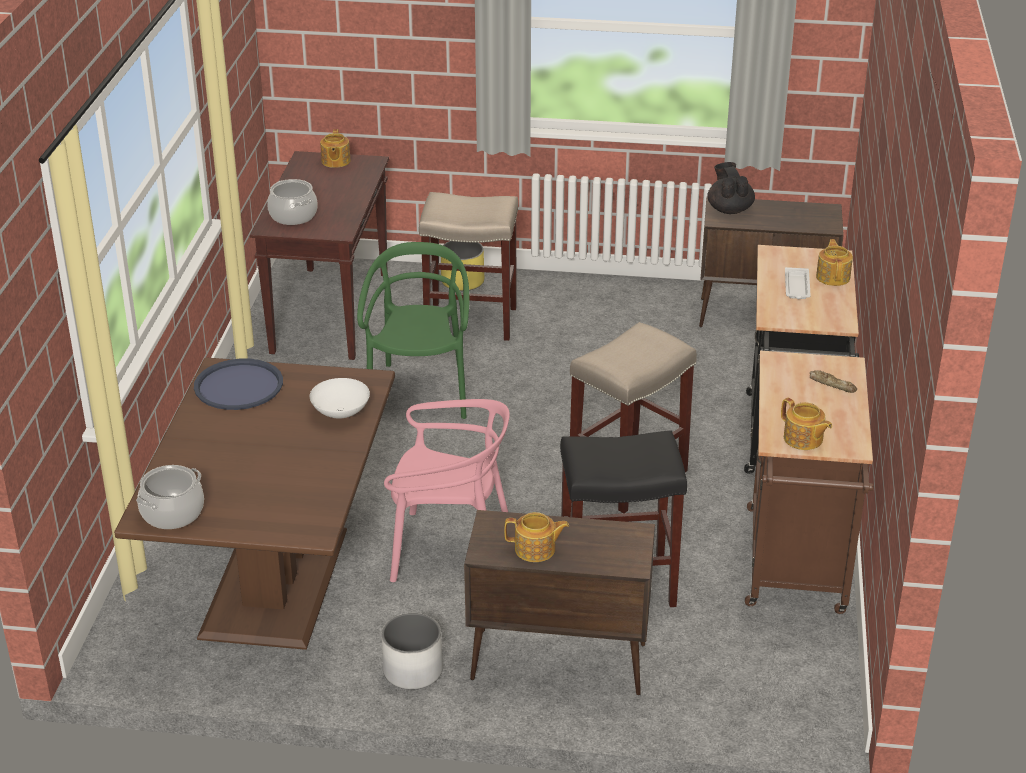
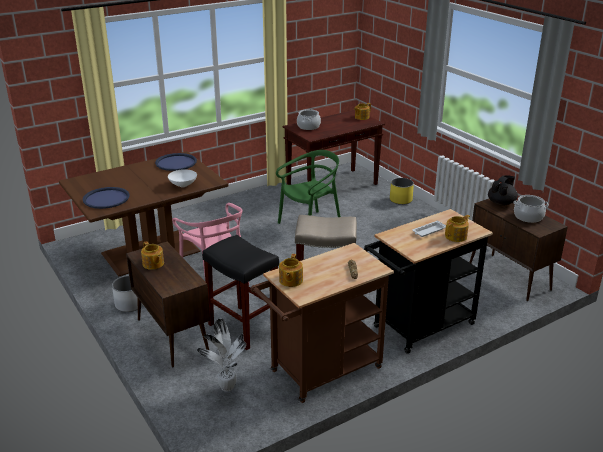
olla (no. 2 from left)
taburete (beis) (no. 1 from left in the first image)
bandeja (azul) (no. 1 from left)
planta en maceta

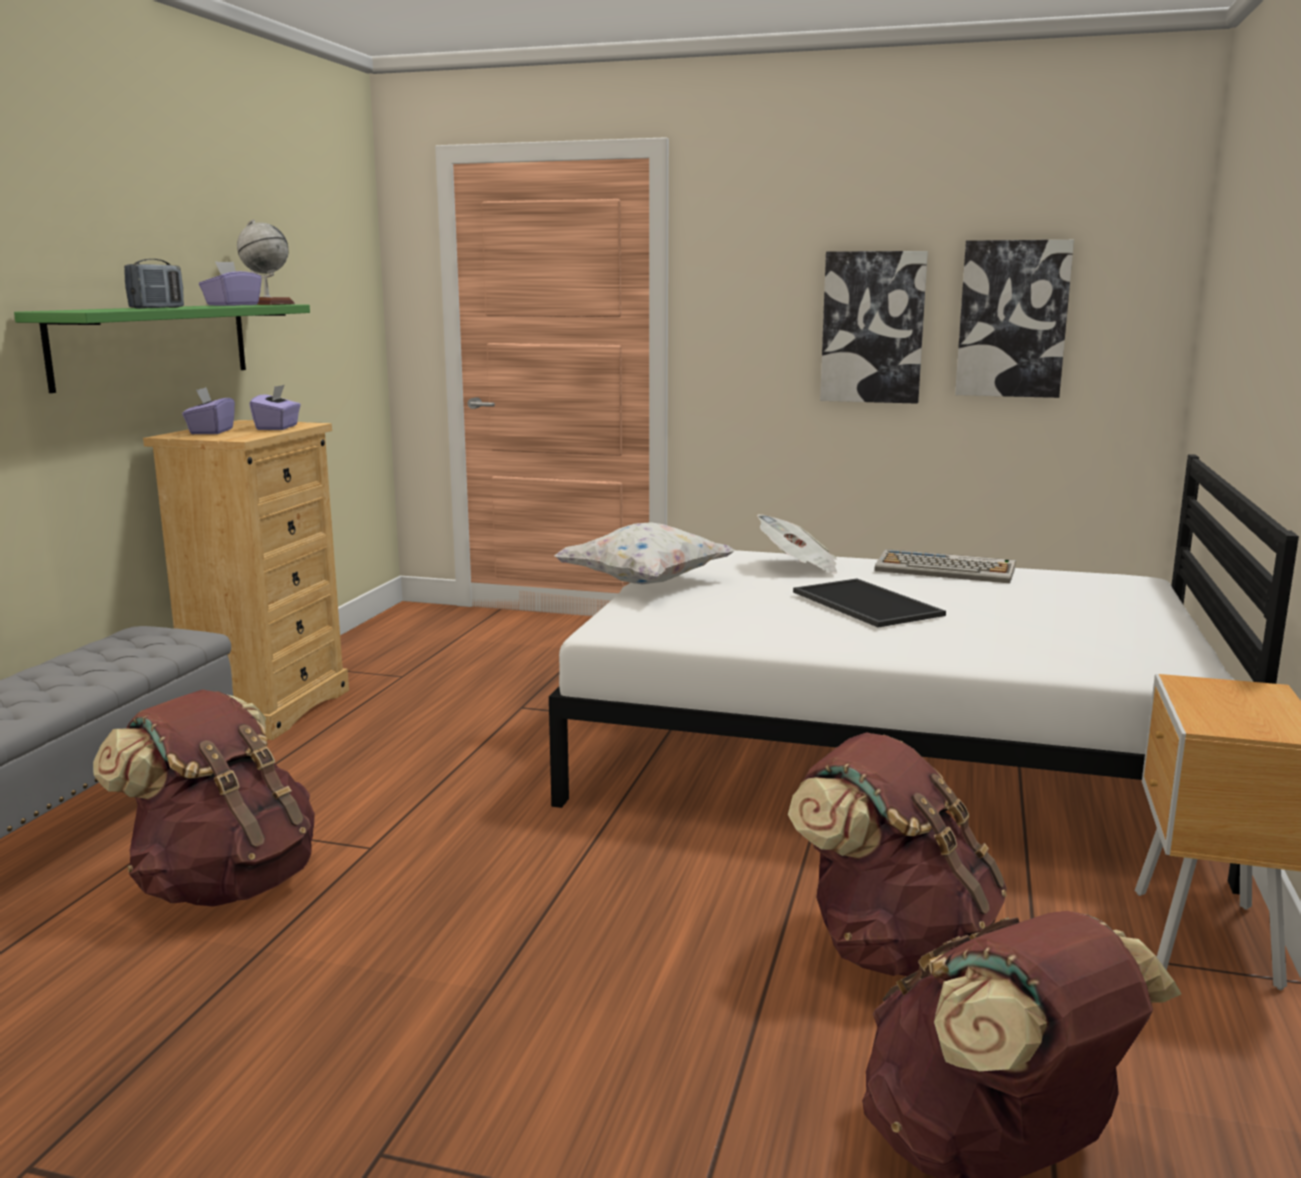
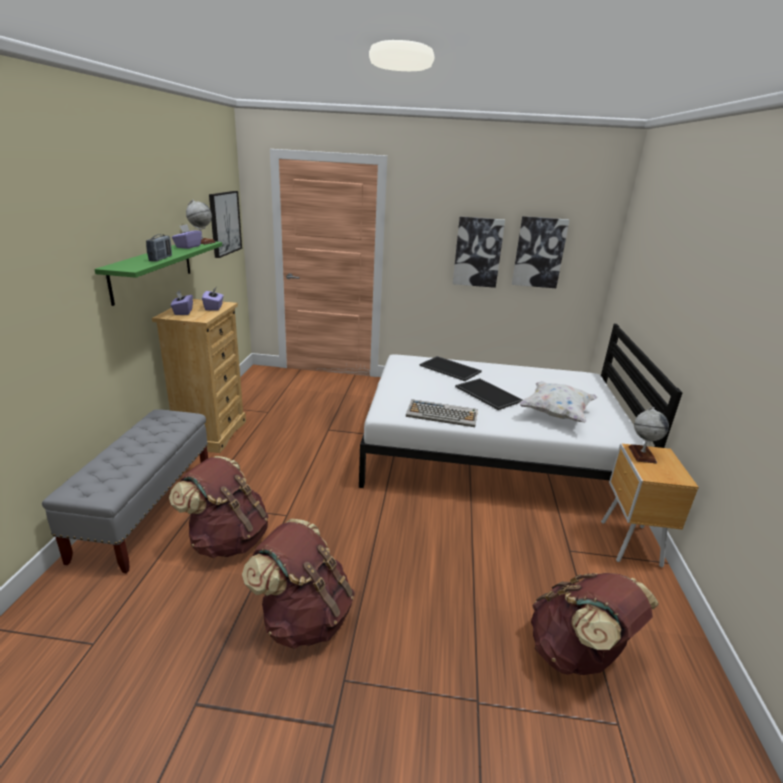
cojín (blanco)
bandeja (no. 1 from left)
mochila (marrón) (no. 2 from left)
teclado
cuadro (no. 1 from left)
globo terráqueo (no. 2 from left)

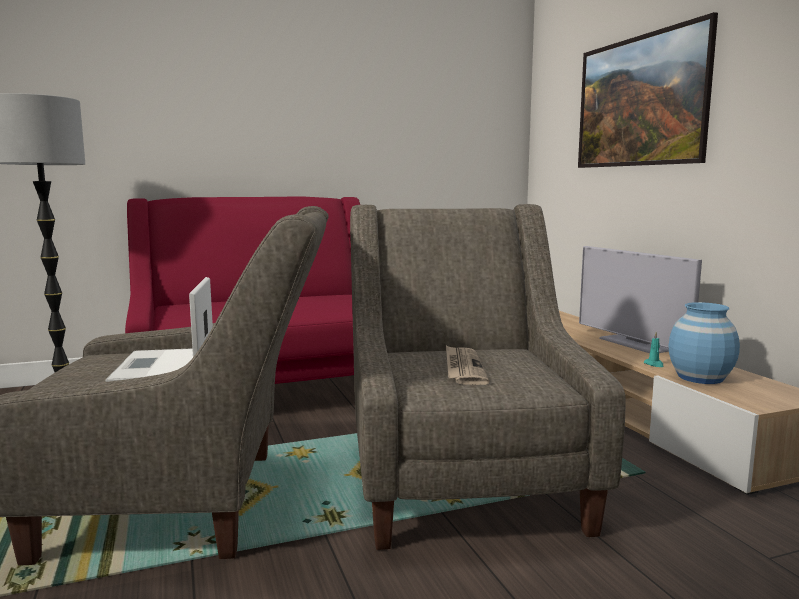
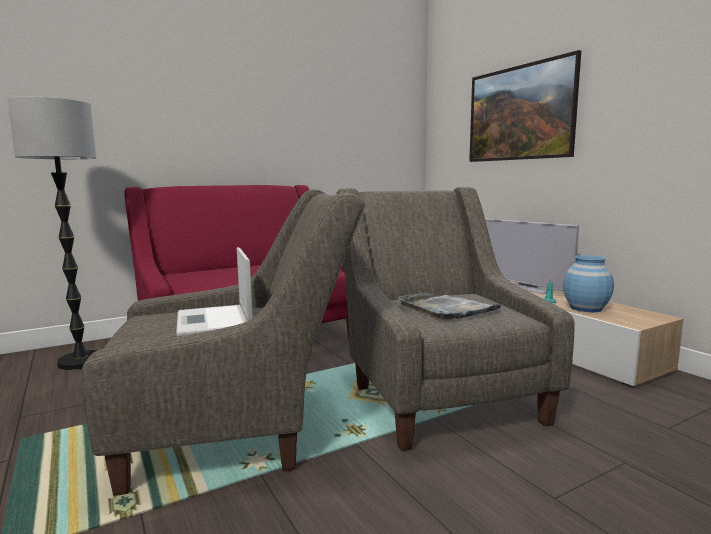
bandeja (gris)

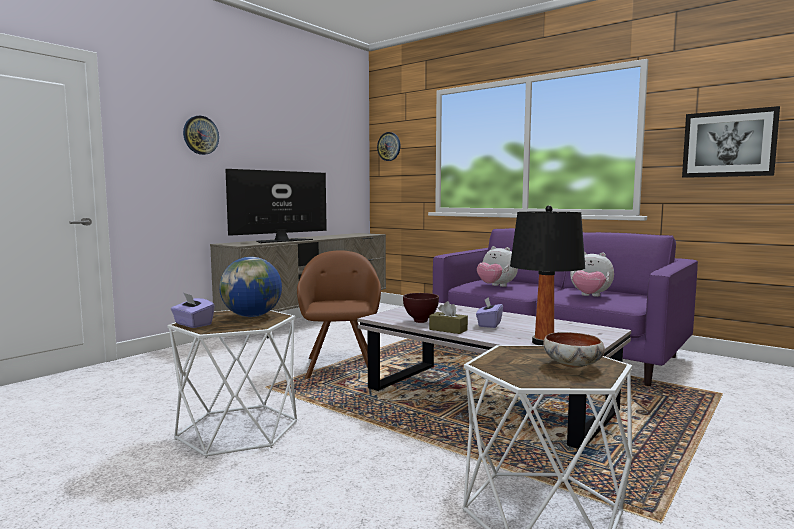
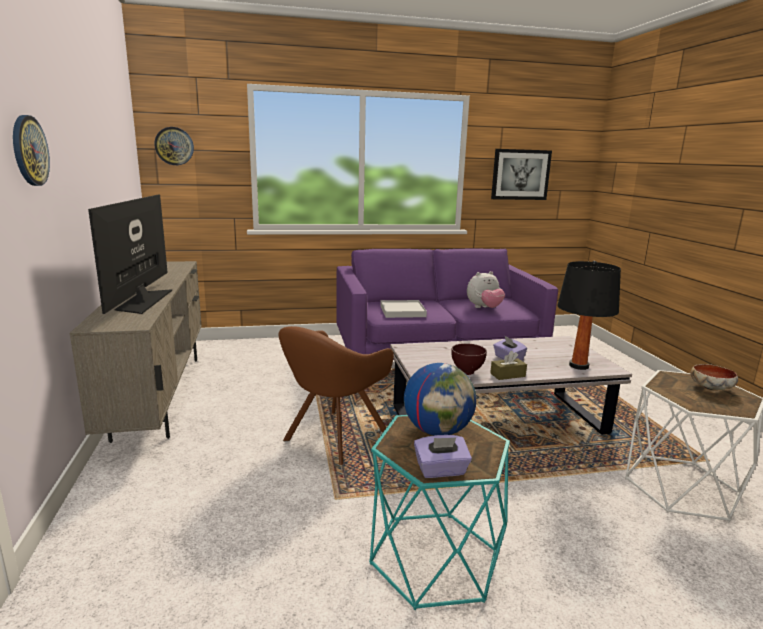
mesa auxiliar (turquesa)
sillón (marrón)
bandeja (blanco)

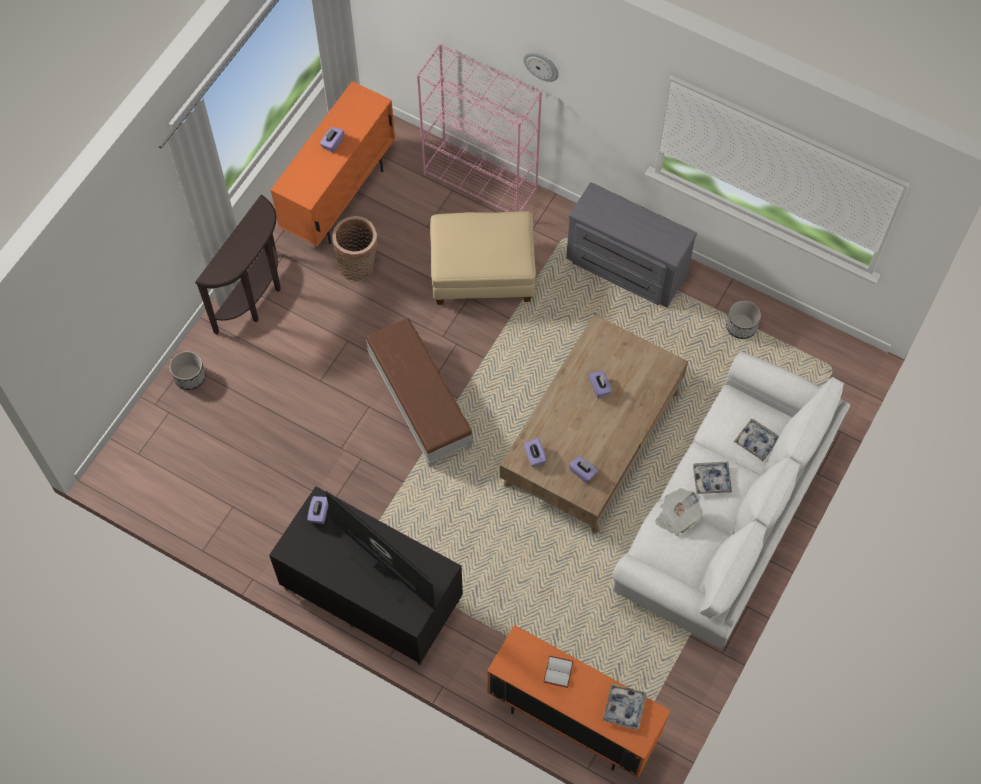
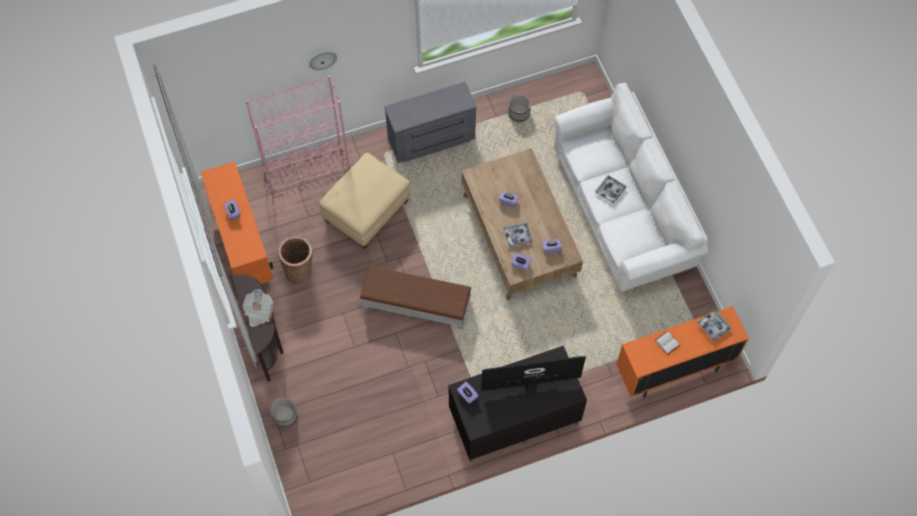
periódico
bandeja (no. 1 from left)

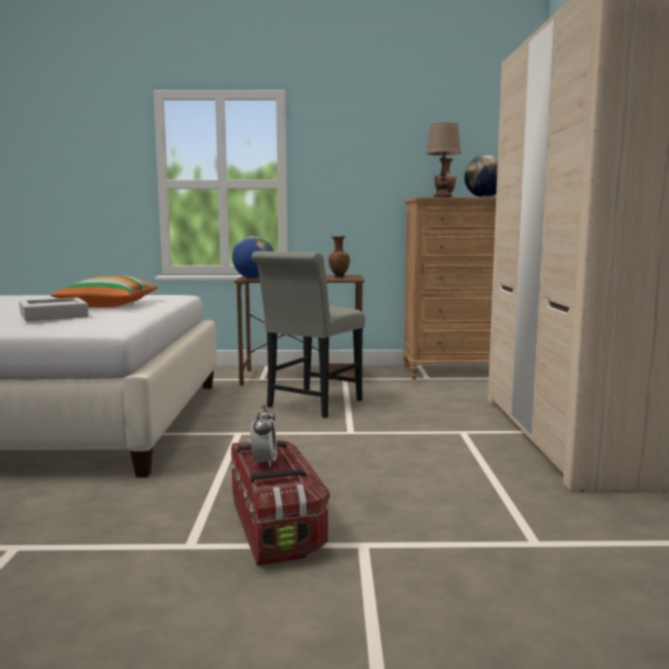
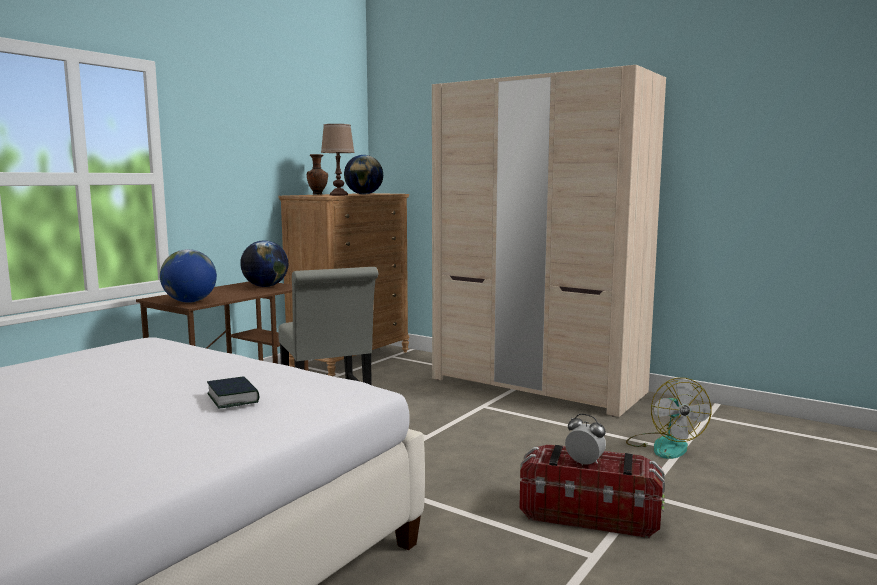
libro
cojín
globo terráqueo (no. 2 from left)
ventilador

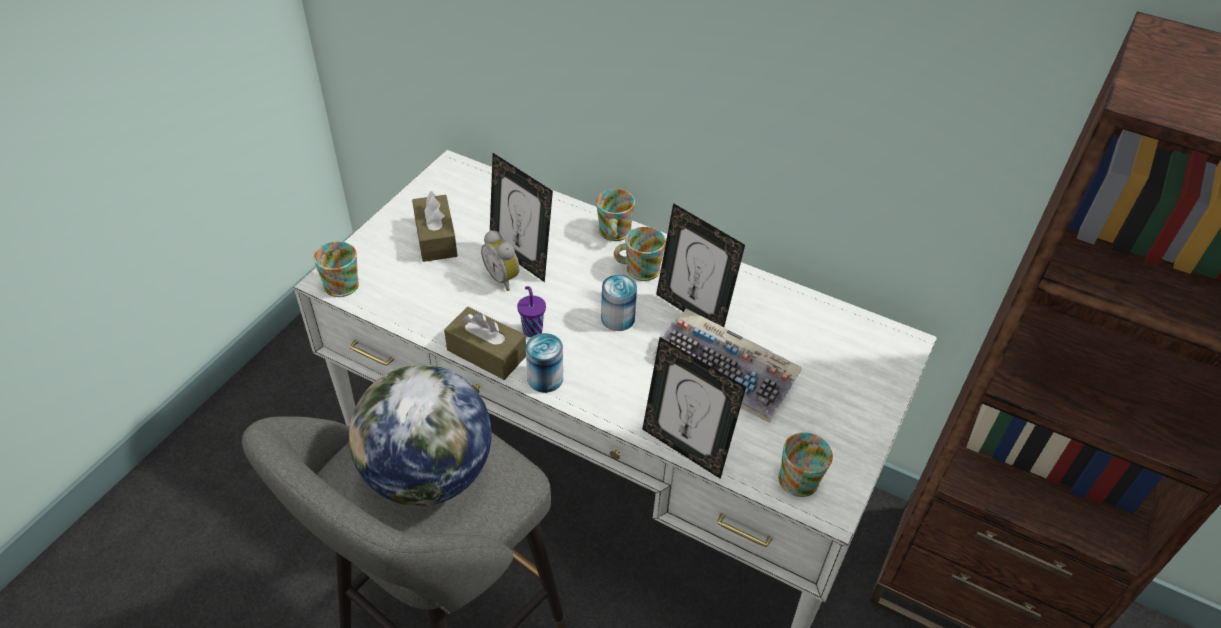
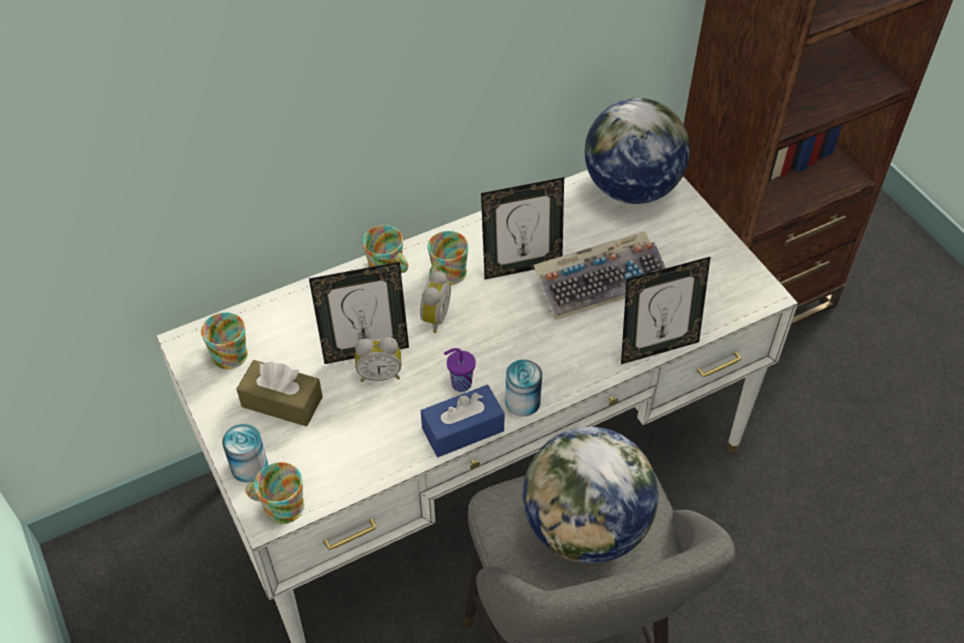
caja de pañuelos (azul)
lata (no. 1 from left)
taza grande (no. 1 from left)
despertador (no. 2 from left)
globo terráqueo (no. 2 from left)

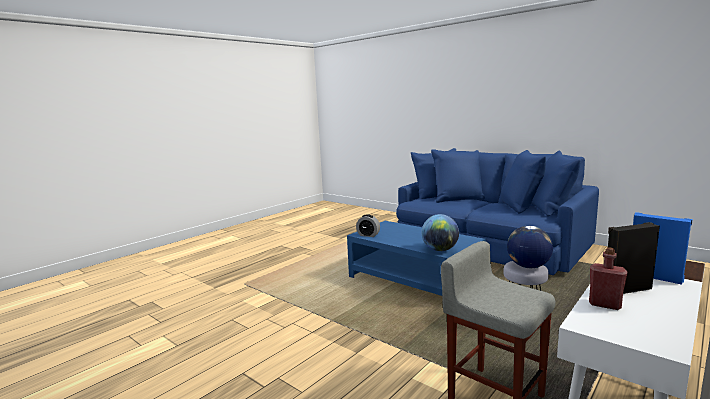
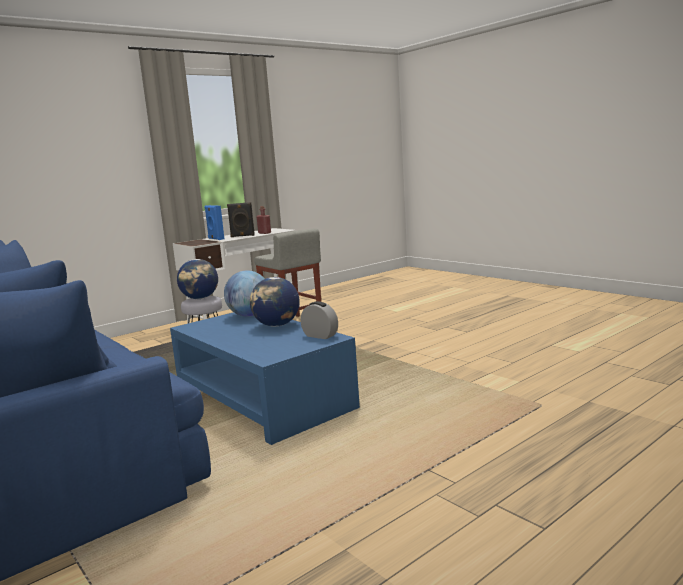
globo terráqueo (no. 3 from left)

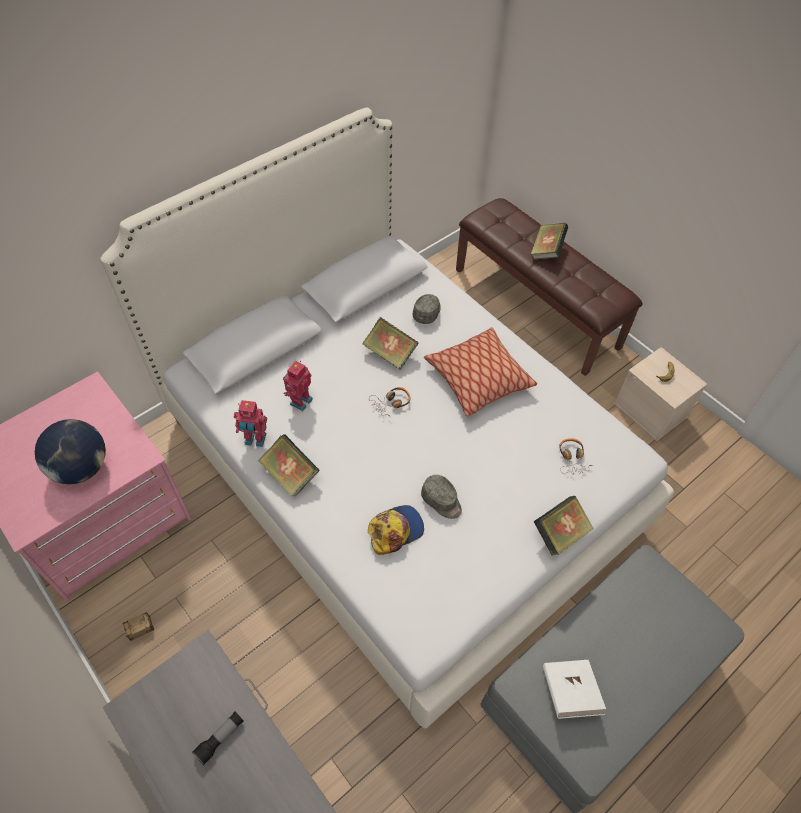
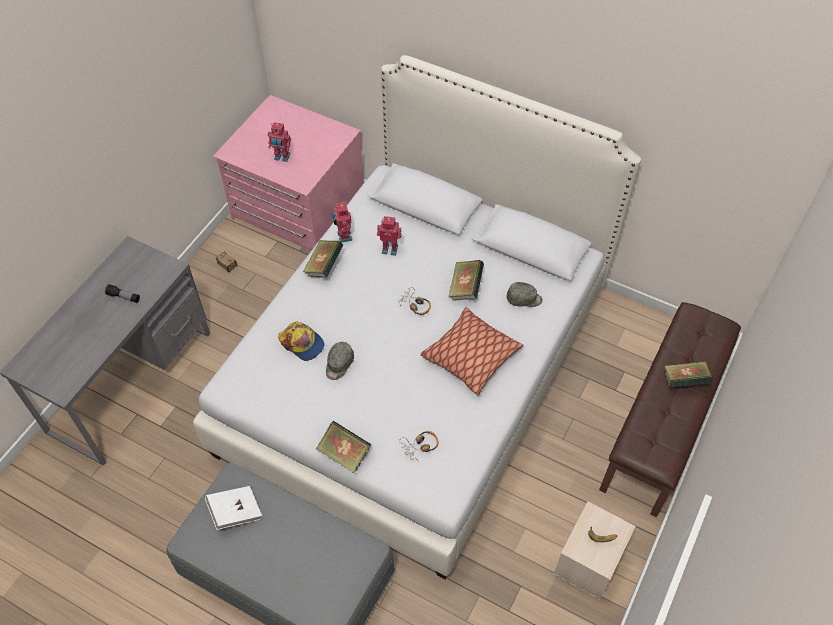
robot de juguete (no. 1 from left)

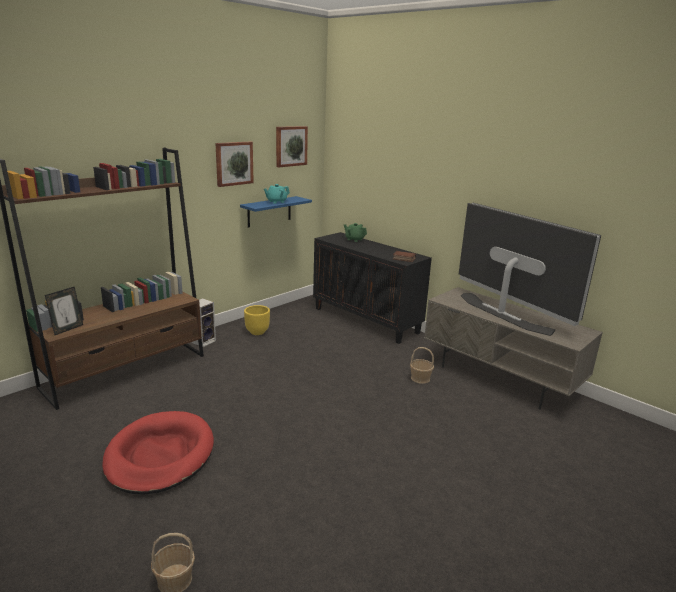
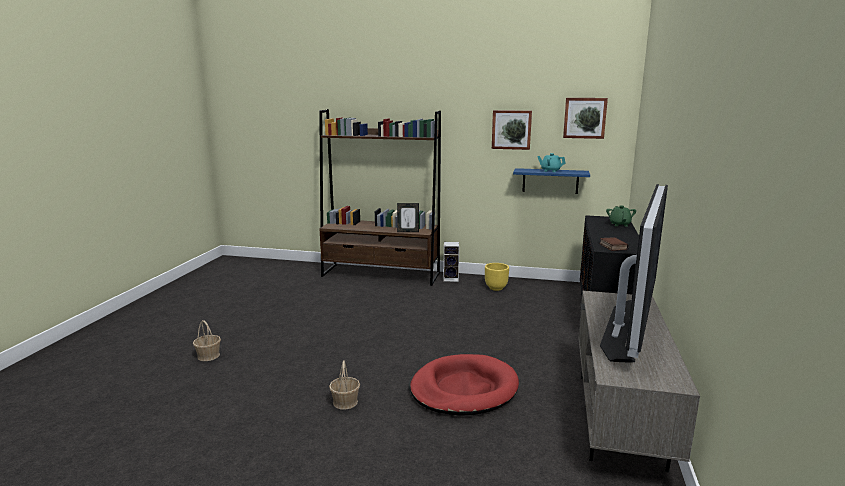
portarretratos
cama para perro (rojo)
cesta (no. 2 from left)

